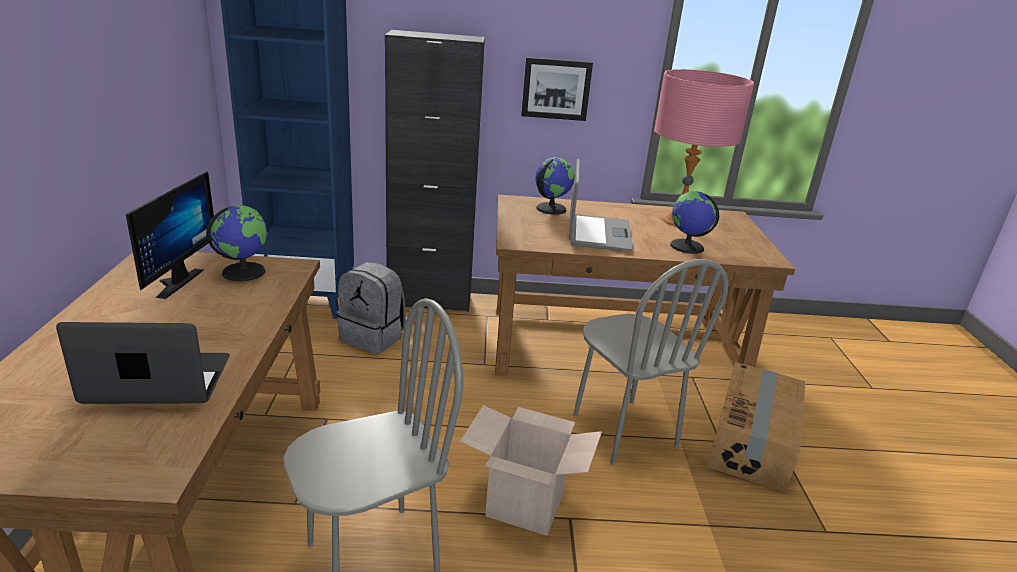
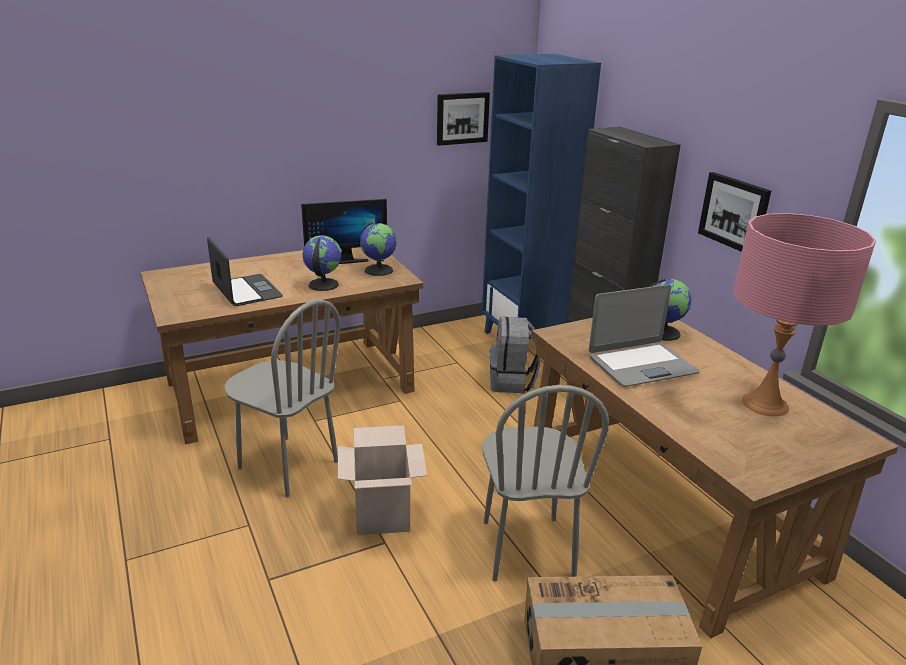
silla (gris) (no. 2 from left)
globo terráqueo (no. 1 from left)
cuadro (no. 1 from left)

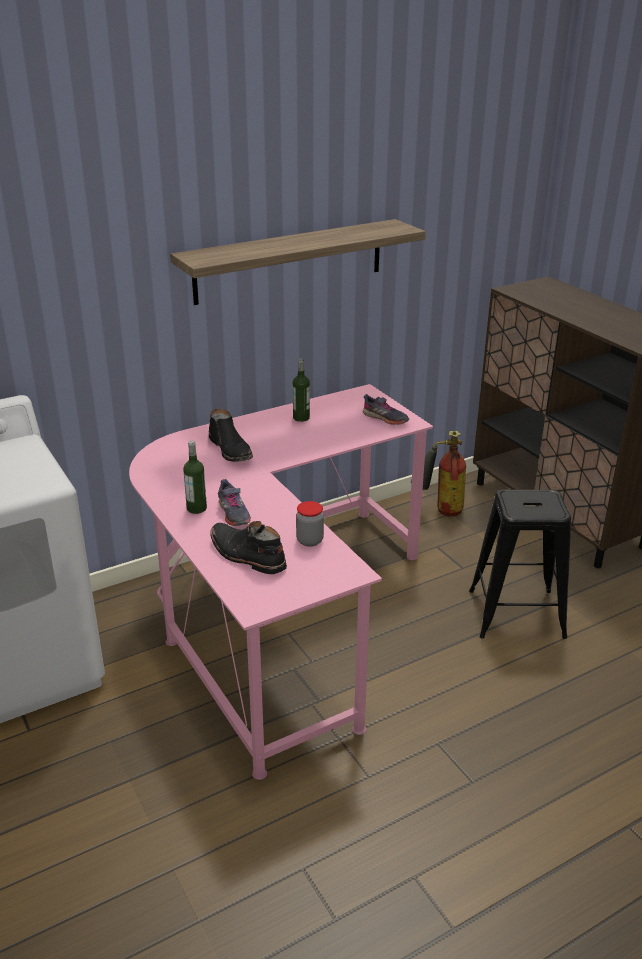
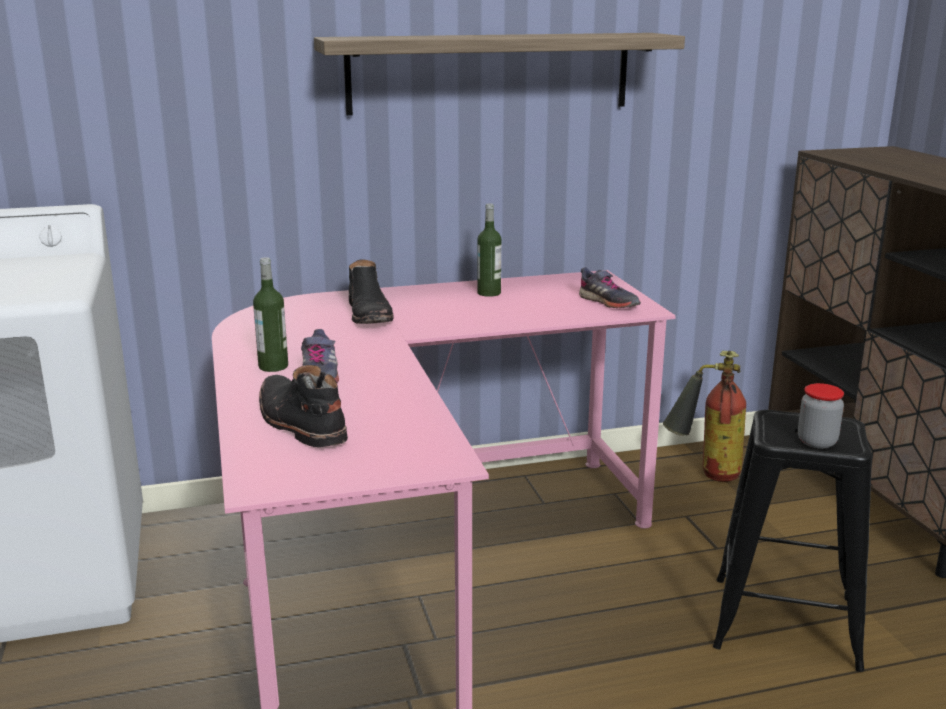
tarro

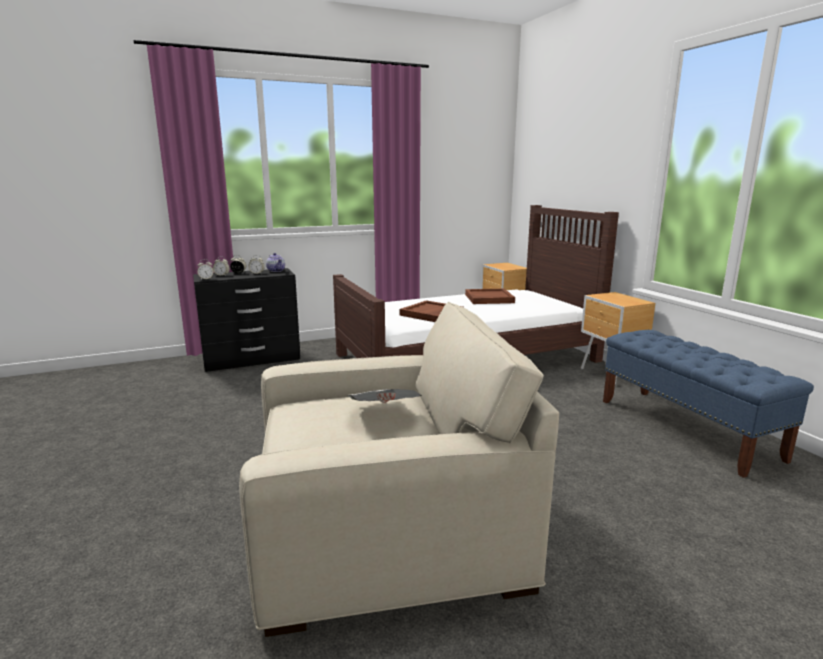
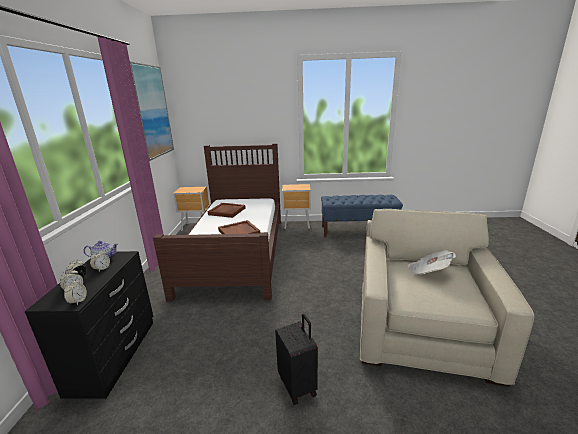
cuadro
maleta (negro)

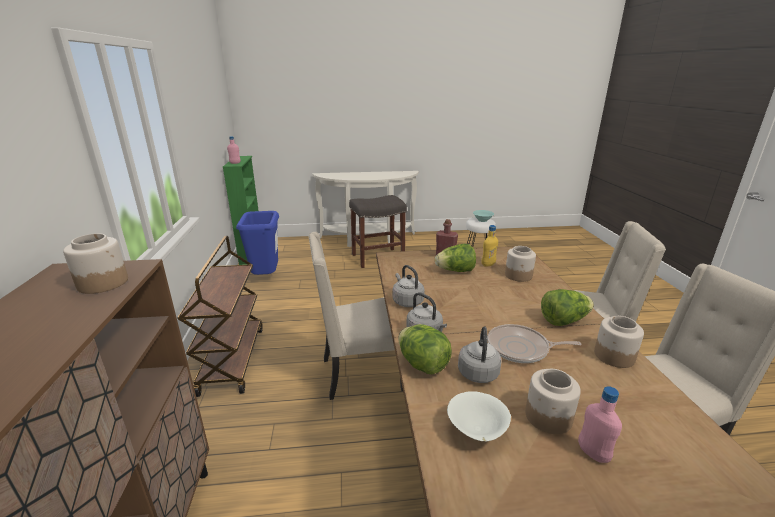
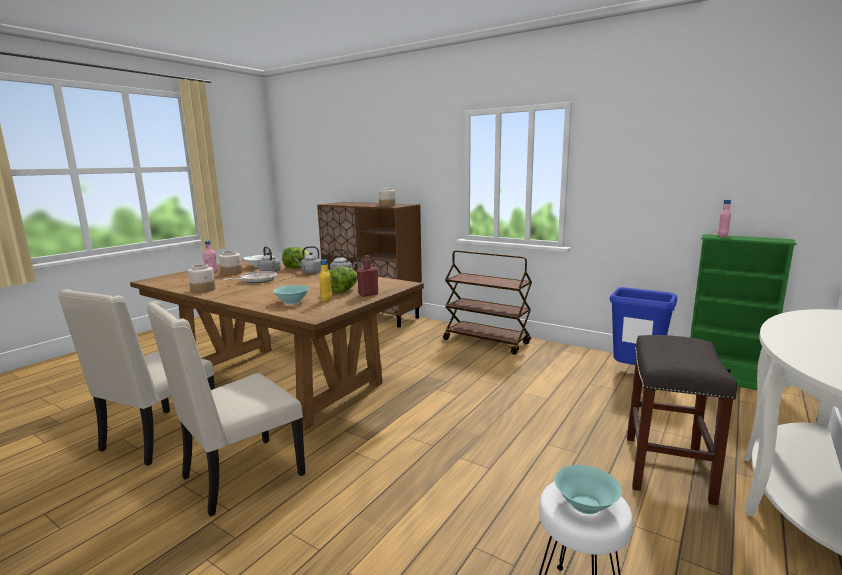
silla (beis) (no. 1 from left in the first image)
cuenco (turquesa) (no. 1 from left)
lechuga (no. 3 from left in the first image)

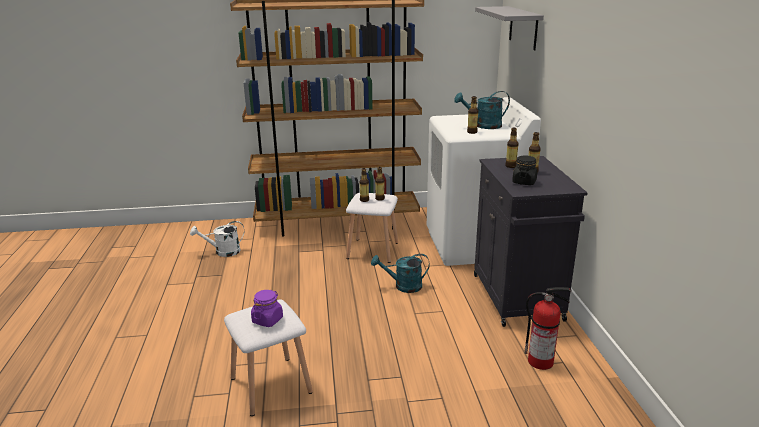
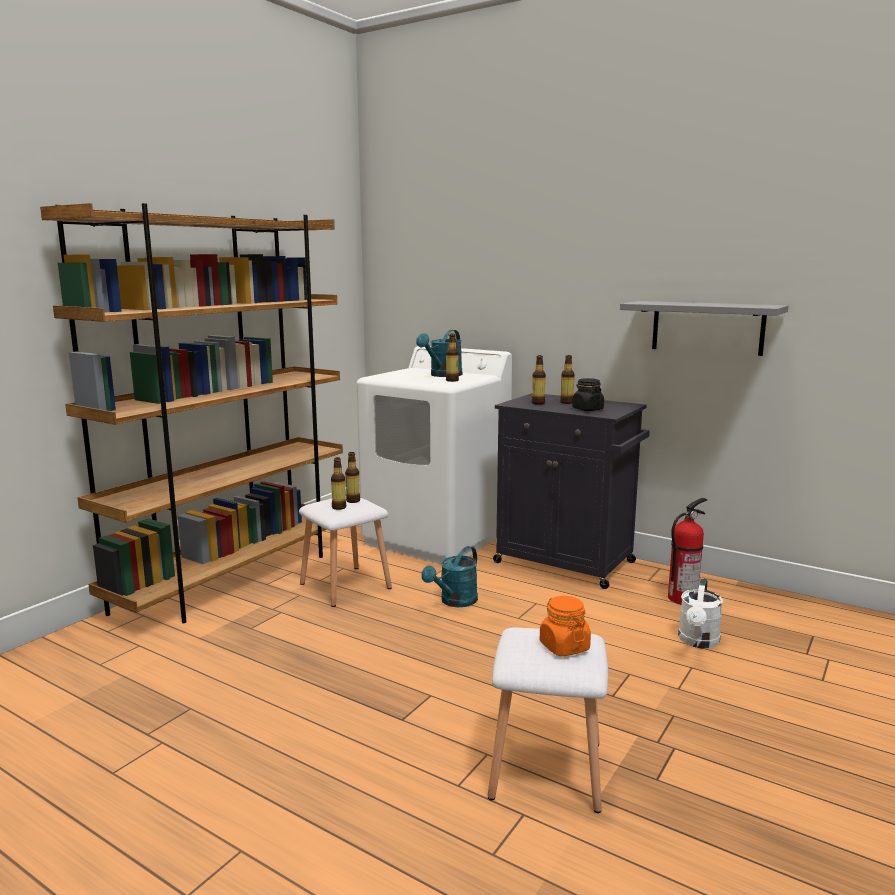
regadera (blanco)
tarro (naranja)
estante (gris)

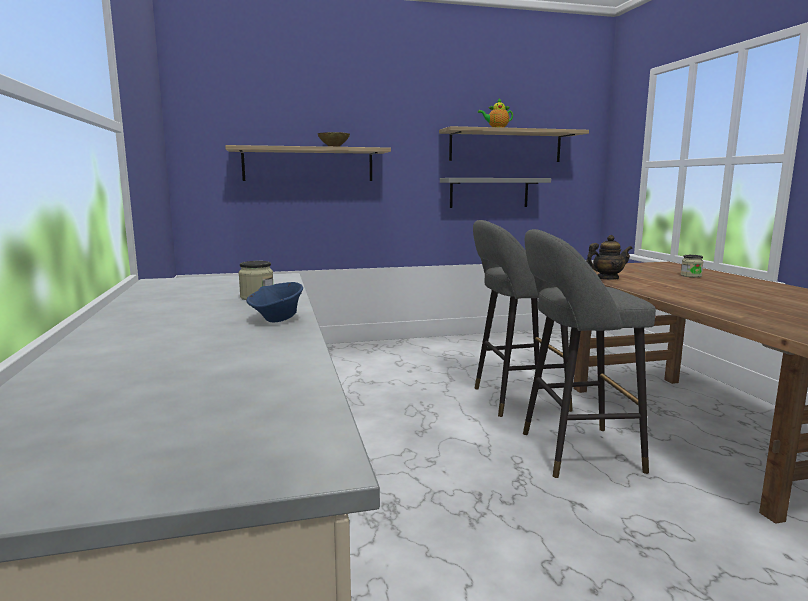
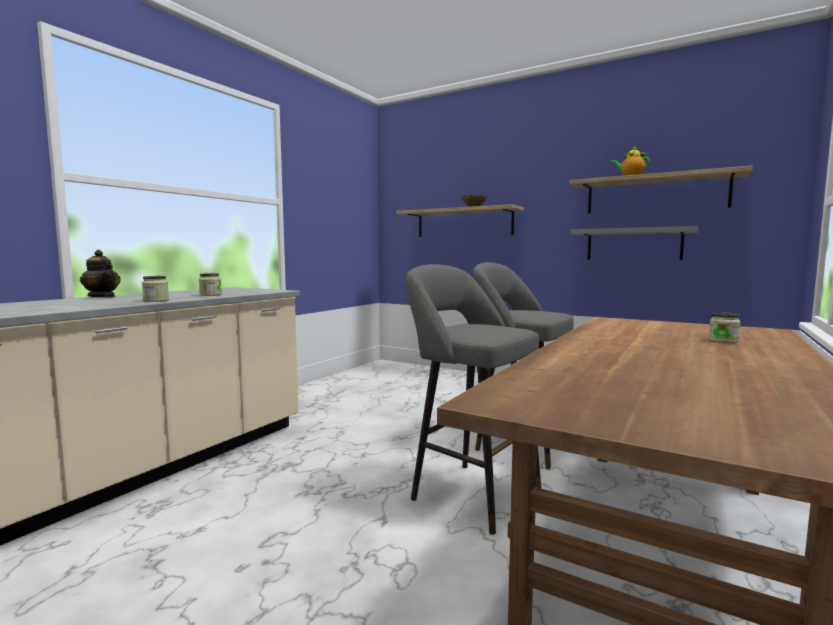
tarro (no. 1 from left)
tetera (no. 1 from left)

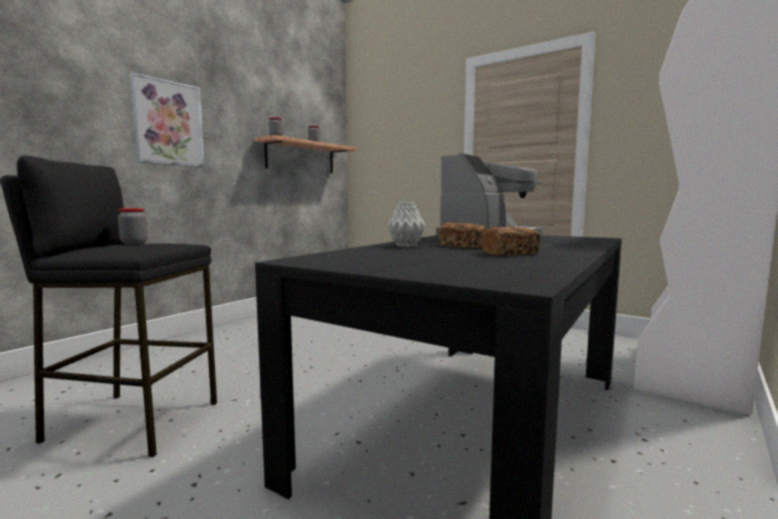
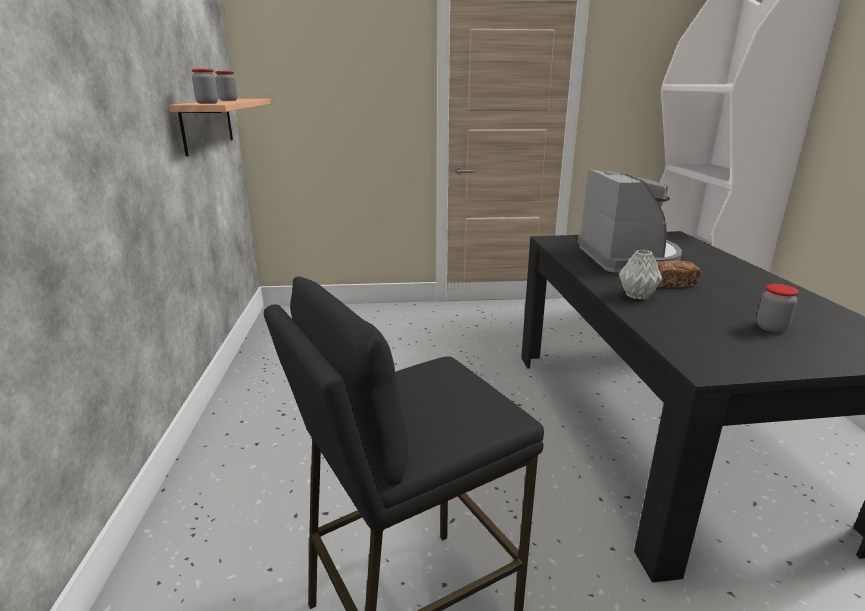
tarro (no. 3 from left)
cuadro
pan (no. 2 from left in the first image)

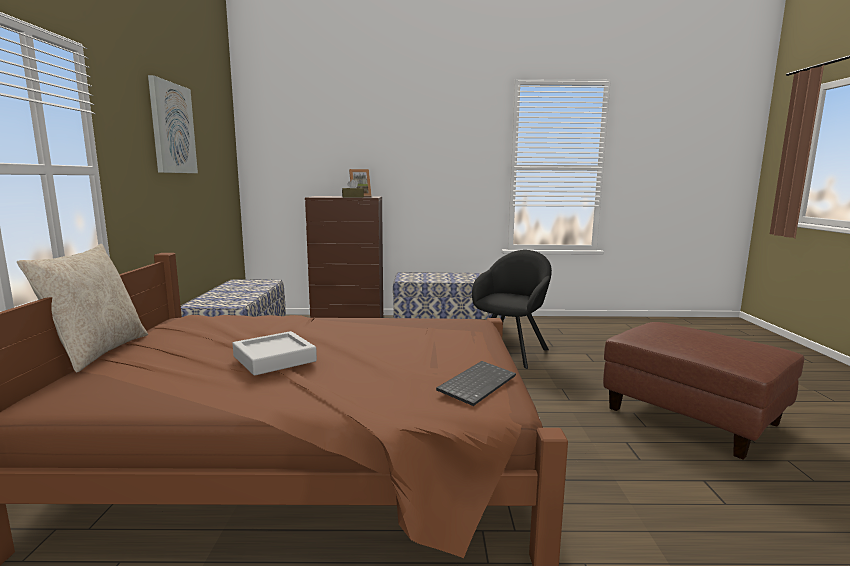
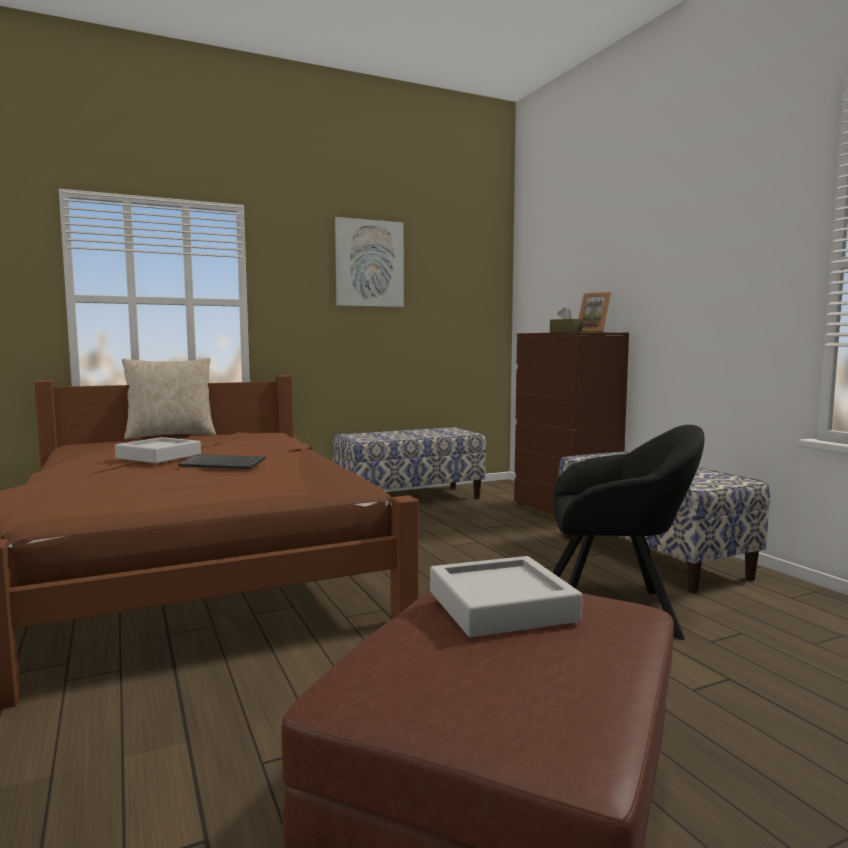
teclado
bandeja (gris) (no. 2 from left)

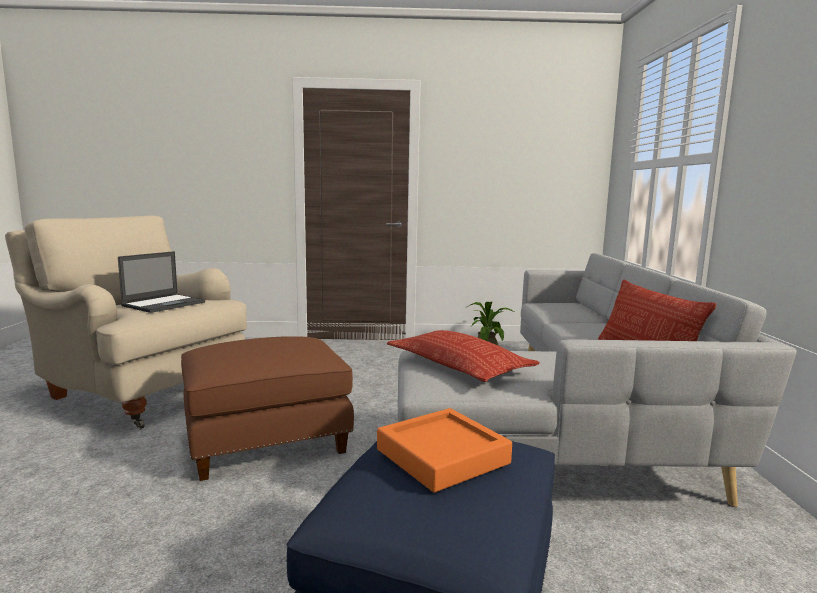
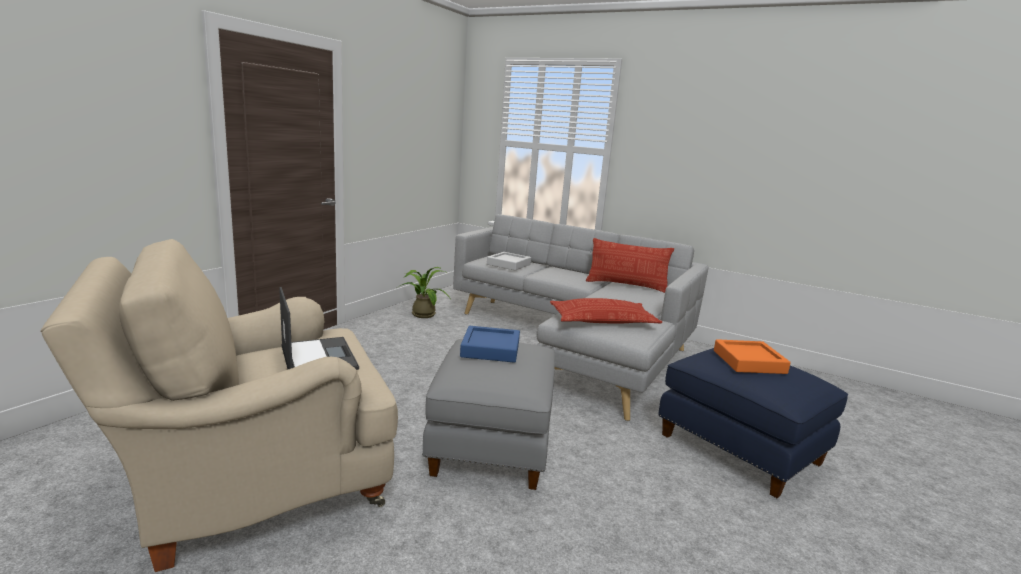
puf (gris)
bandeja (azul)
bandeja (gris)

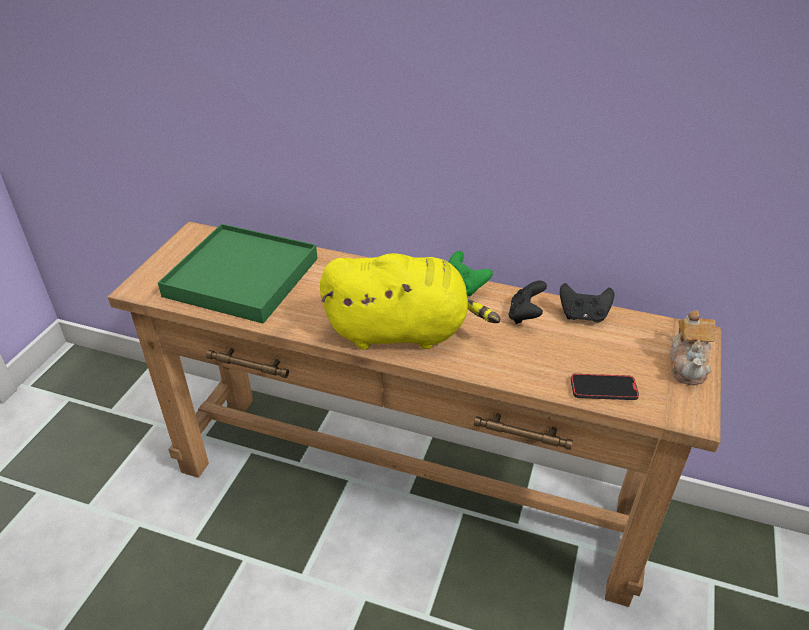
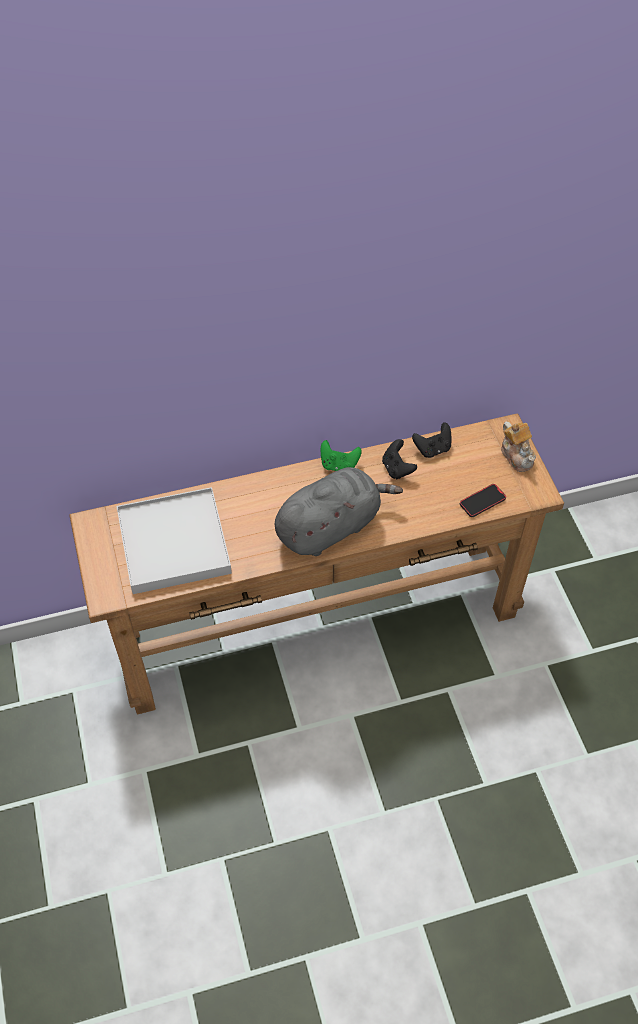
bandeja (blanco)
peluche (gris)

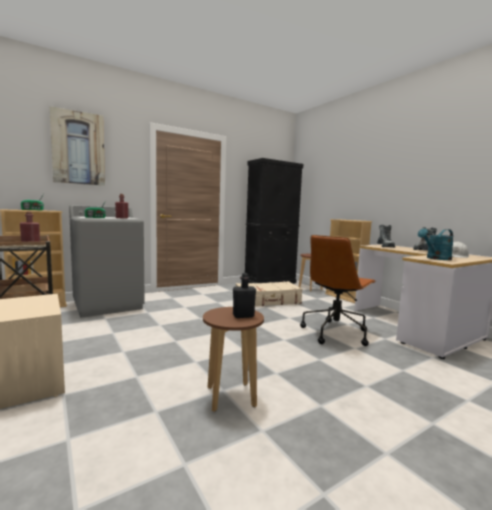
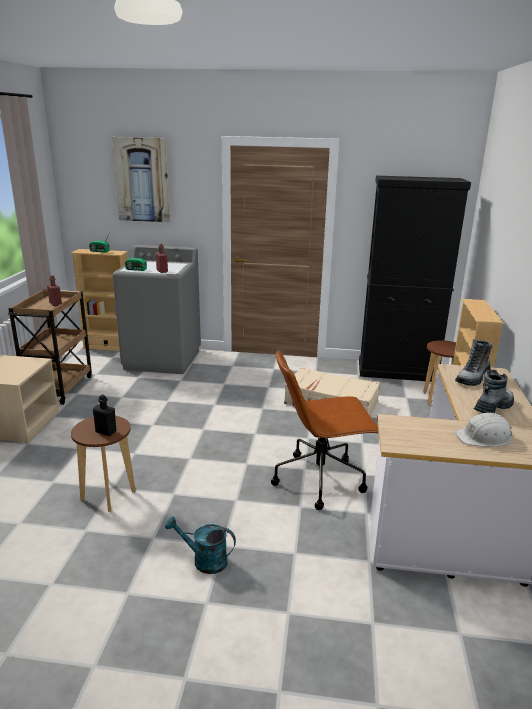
regadera (turquesa)

